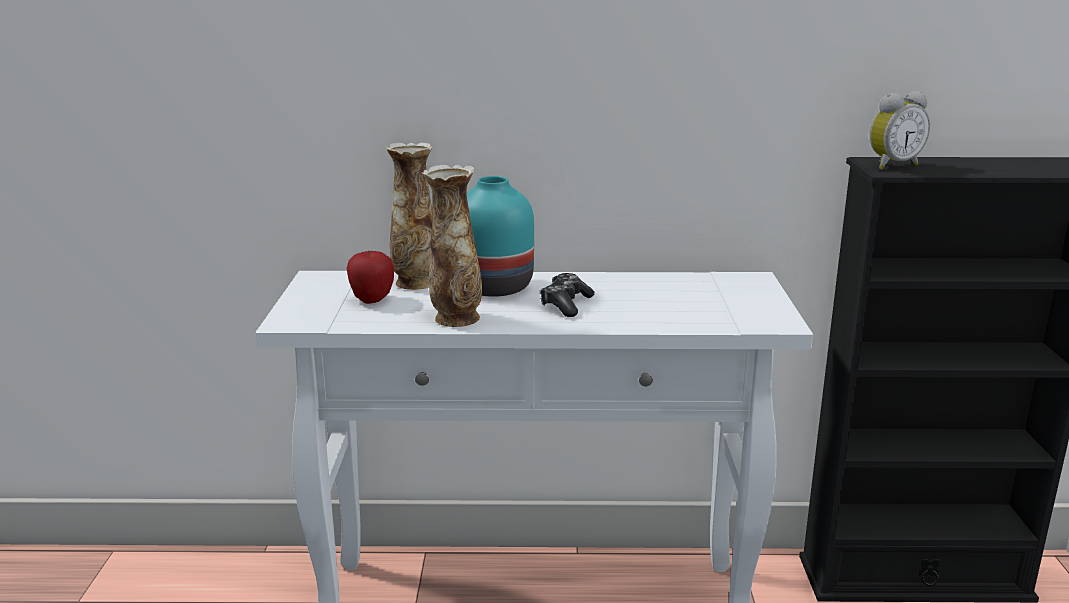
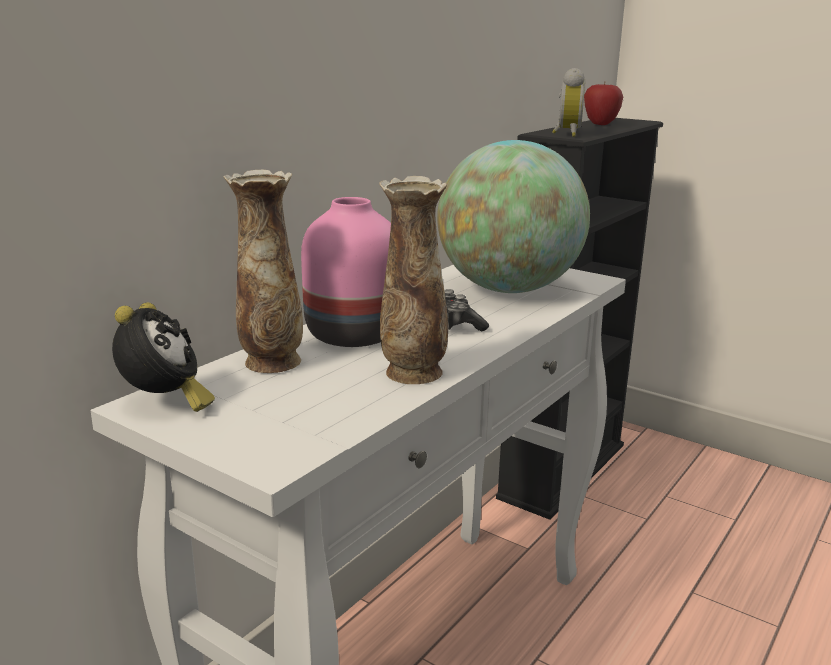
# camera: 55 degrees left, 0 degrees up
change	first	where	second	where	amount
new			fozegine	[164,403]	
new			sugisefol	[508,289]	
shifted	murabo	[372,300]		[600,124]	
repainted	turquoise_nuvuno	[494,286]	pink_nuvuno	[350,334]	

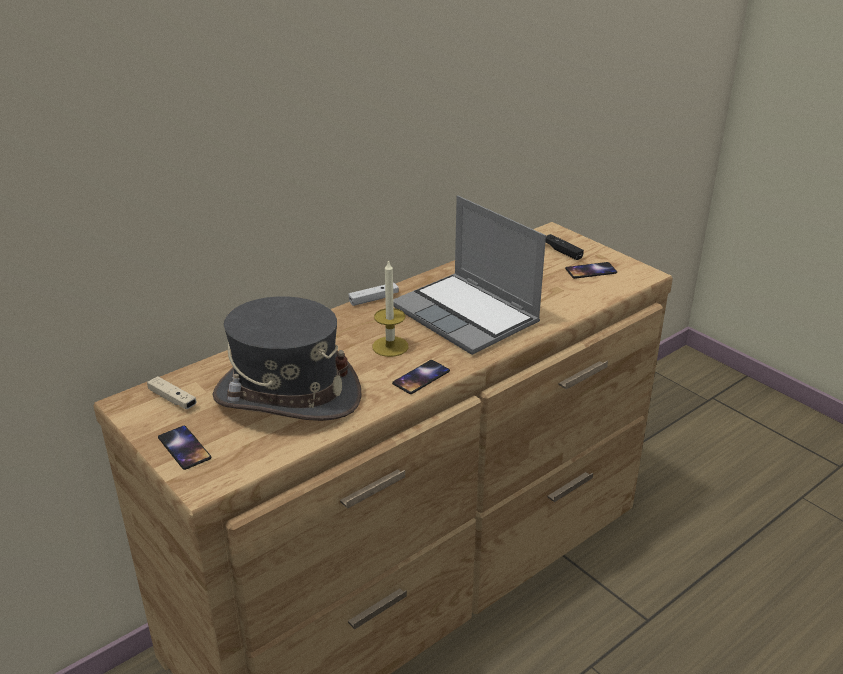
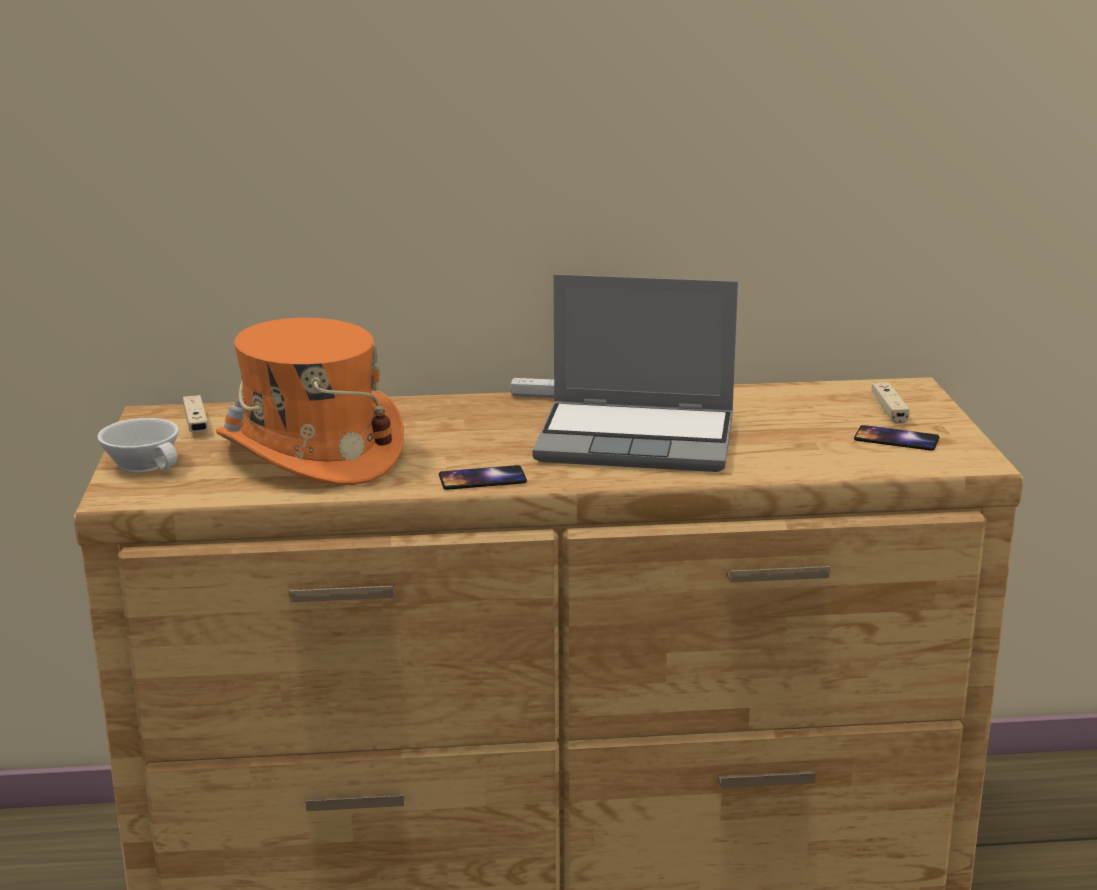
# camera: 35 degrees right, 10 degrees down
change	first	where	second	where	amount
gone	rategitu	[390,346]			
swapped	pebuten	[184,448]	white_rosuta	[146,463]	
repainted	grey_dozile	[287,395]	orange_dozile	[310,452]	
repainted	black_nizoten	[562,251]	beige_nizoten	[889,410]	
rotated	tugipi	[467,315]		[639,440]	75 degrees counterclockwise

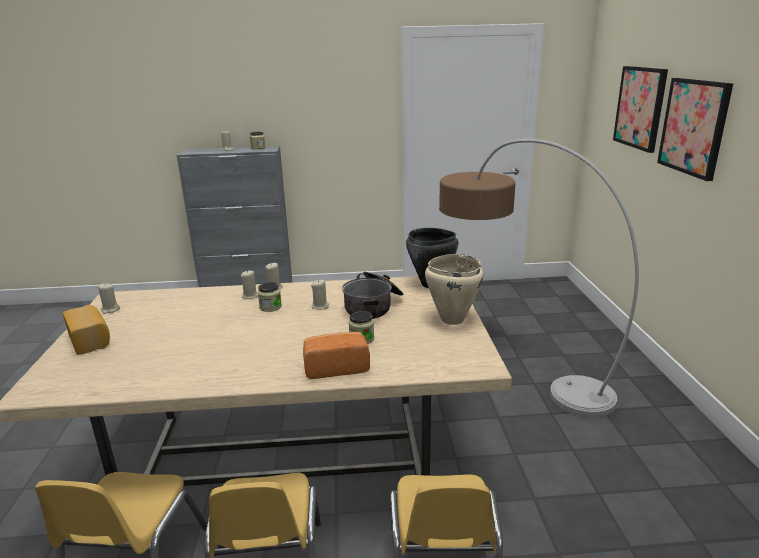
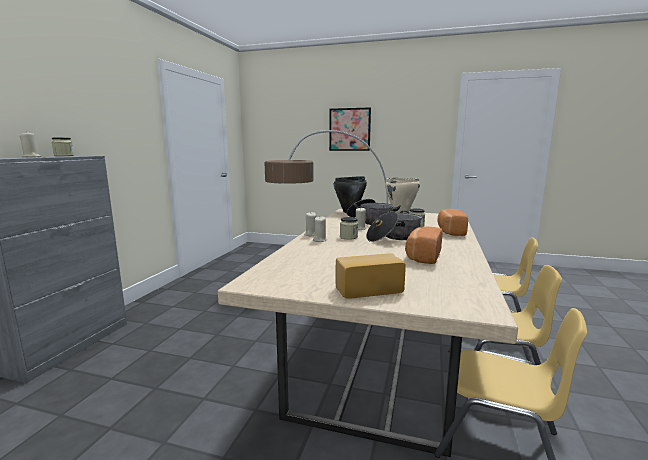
# camera: 70 degrees left, 10 degrees down
change	first	where	second	where	amount
gone	beige_rategitu	[110,310]			
gone	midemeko	[640,107]			
new			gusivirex	[393,237]	
new			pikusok	[422,256]	

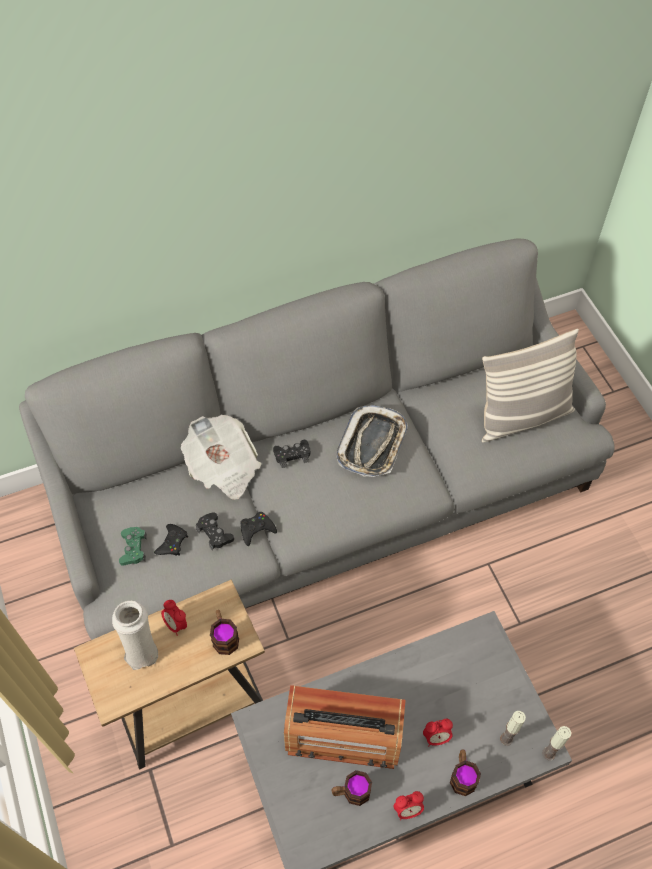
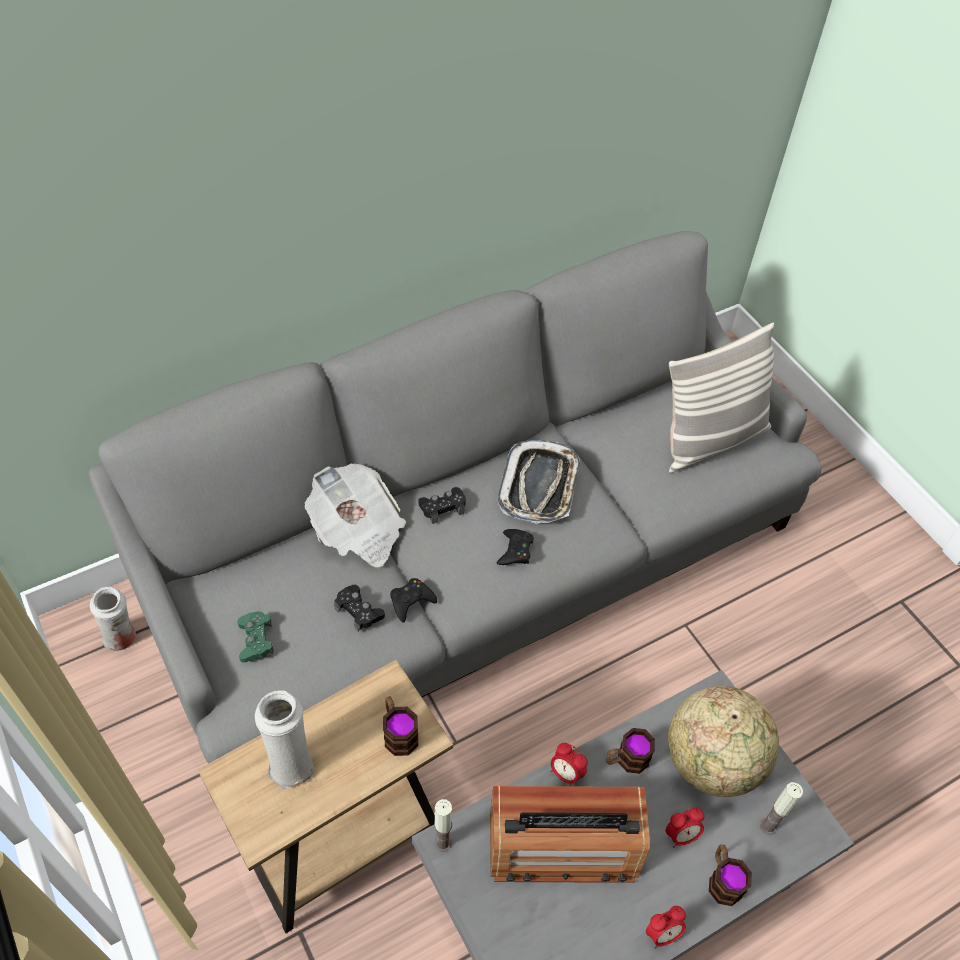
# camera: 10 degrees left, 5 degrees down
change	first	where	second	where	amount
new			white_nuvuno	[123,638]	
new			sugisefol	[712,762]	
shifted	black_nizoten	[172,543]		[515,550]	
shifted	fozegine	[176,624]		[566,773]	
shifted	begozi	[351,792]		[626,760]	
shifted	rategitu	[548,753]		[442,843]	

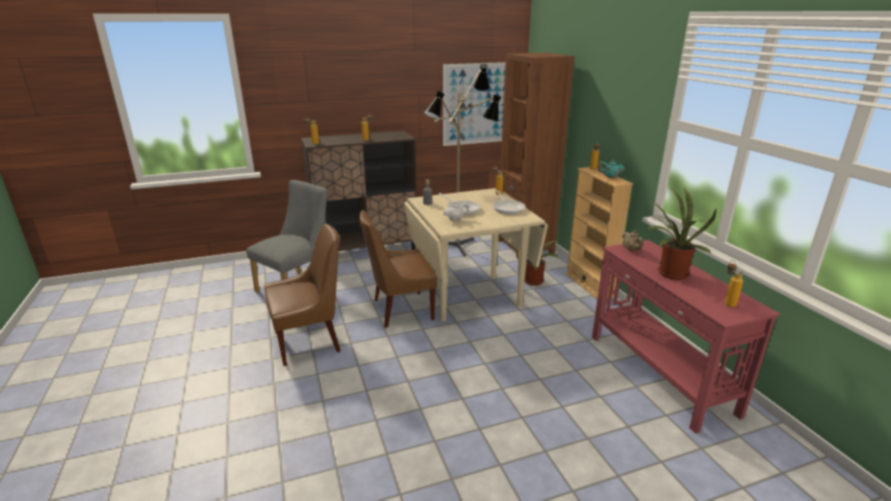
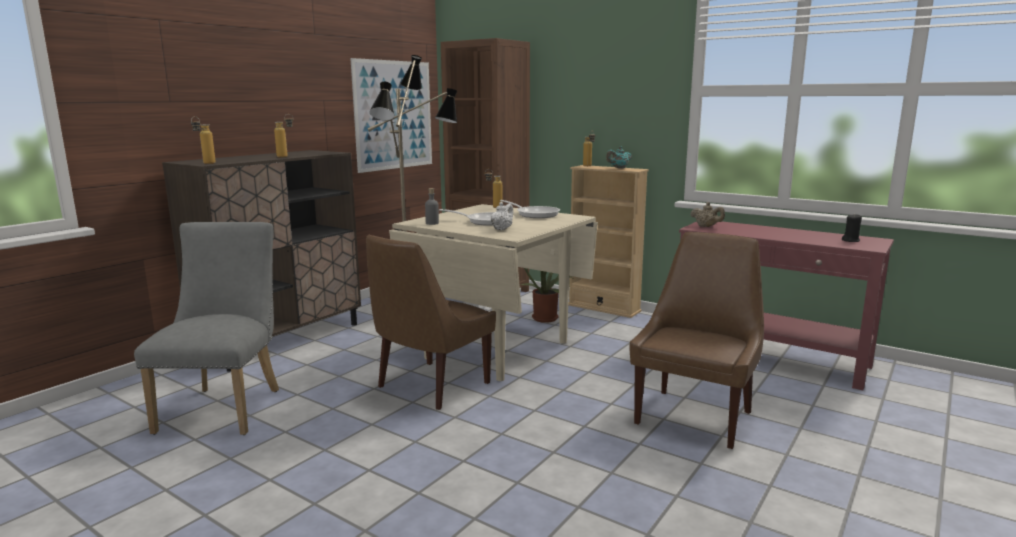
# camera: 35 degrees left, 10 degrees down
change	first	where	second	where	amount
gone	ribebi	[669,274]			
shifted	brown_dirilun	[310,341]		[695,416]	
swapped	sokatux	[727,302]	black_rategitu	[851,240]	

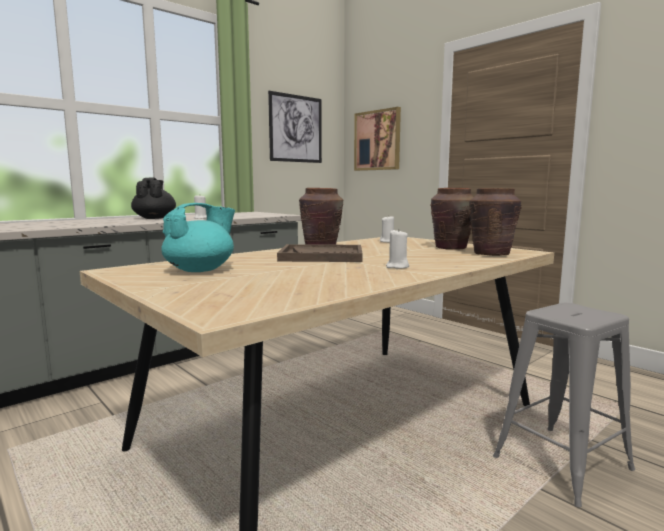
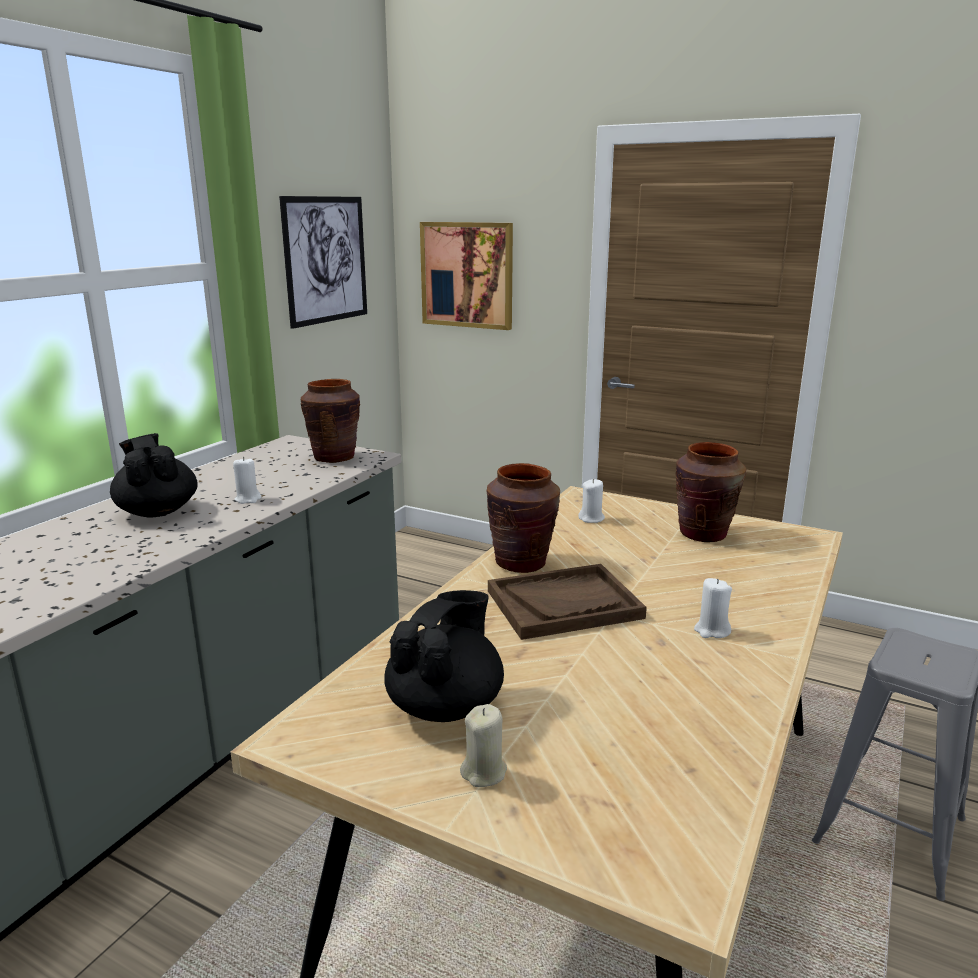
# camera: 20 degrees left, 10 degrees up
change	first	where	second	where	amount
new			beige_rategitu	[484,772]	
shifted	brown_nuvuno	[491,254]		[334,457]	
repainted	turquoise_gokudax	[201,270]	black_gokudax	[446,705]	

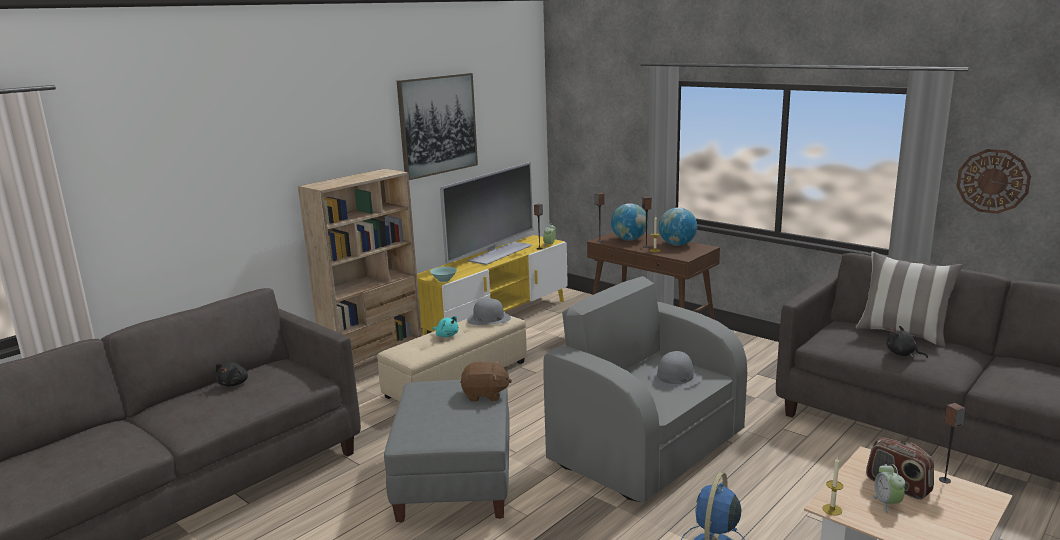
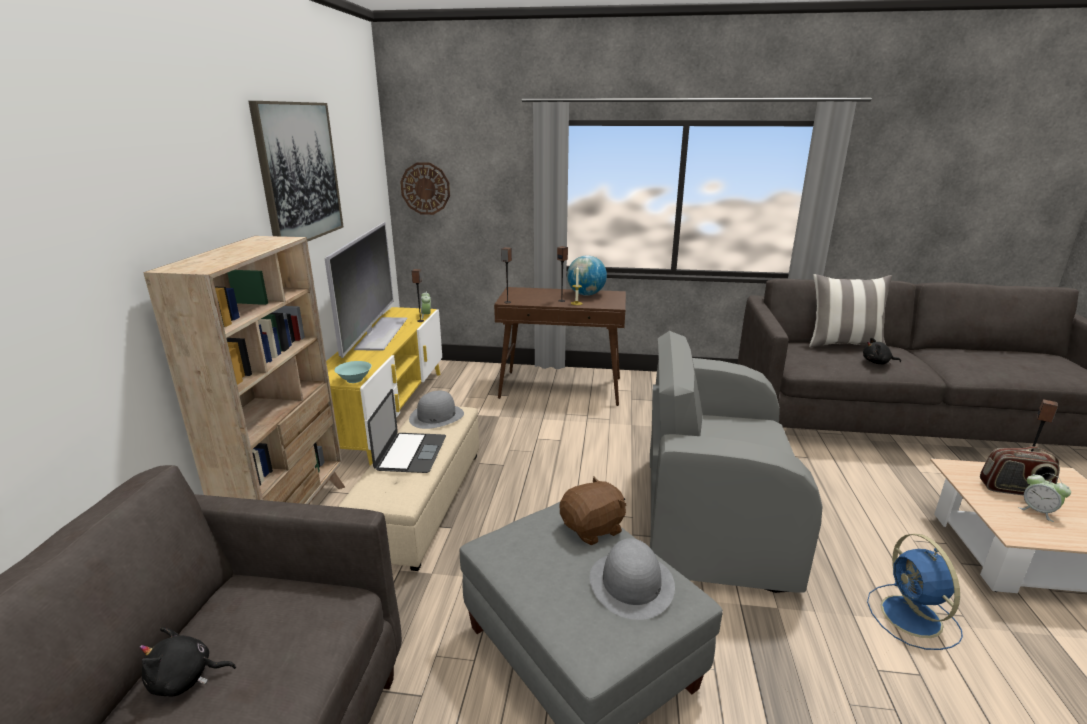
# camera: 35 degrees left, 5 degrees up
change	first	where	second	where	amount
gone	sugisefol	[629,239]			
gone	rategitu	[832,509]			
shifted	grey_dozile	[675,377]		[631,583]	
shifted	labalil	[993,181]		[425,188]	
swapped	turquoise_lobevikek	[446,335]	tugipi	[411,453]	
rotated	black_lobevikek	[234,383]		[185,679]	105 degrees clockwise

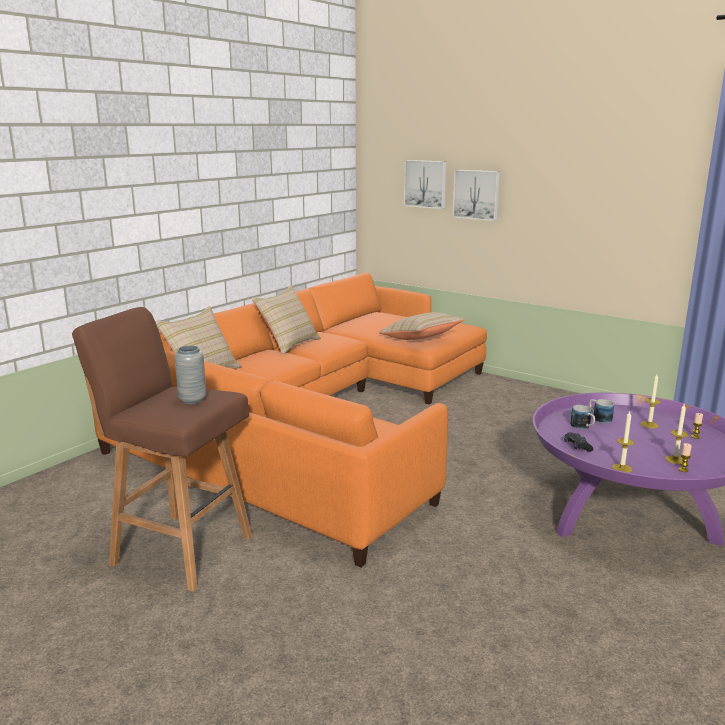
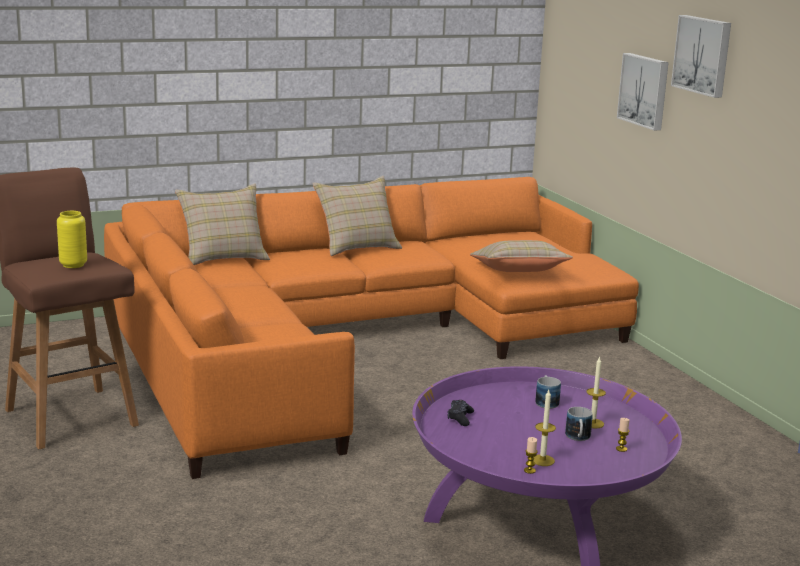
# camera: 30 degrees right, 0 degrees up
change	first	where	second	where	amount
gone	rategitu	[622,468]			
shifted	midemeko	[426,184]		[703,55]	
shifted	begozi	[583,427]		[578,438]	
repainted	grey_nuvuno	[192,400]	yellow_nuvuno	[73,265]	

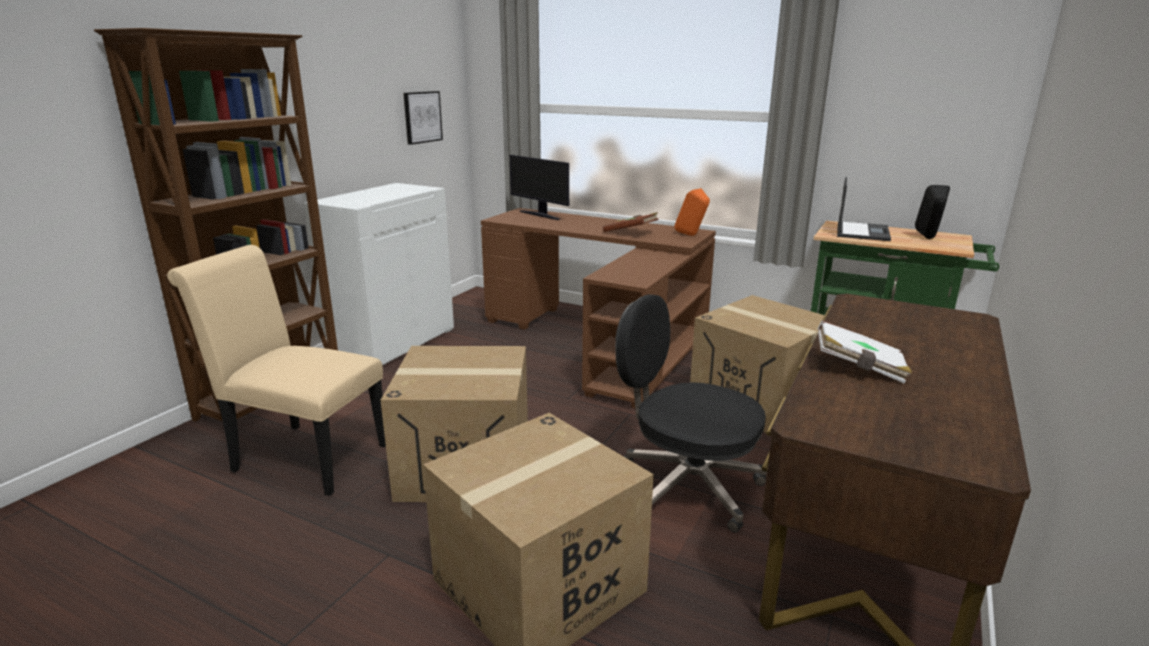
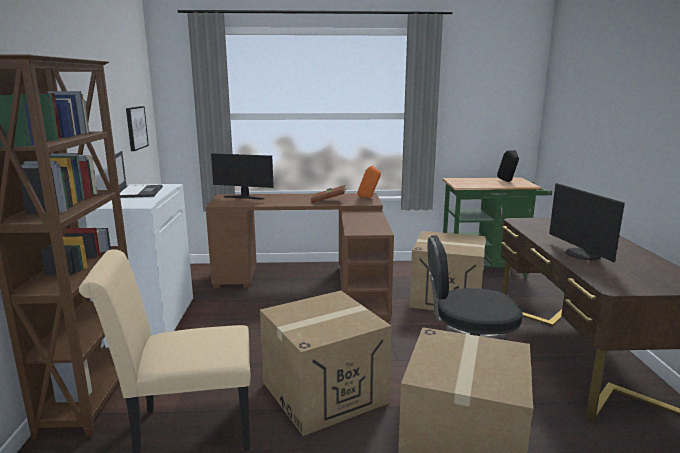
# camera: 30 degrees left, 5 degrees down
change	first	where	second	where	amount
shifted	tugipi	[862,232]		[138,192]	
swapped	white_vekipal	[859,368]	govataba	[581,254]	

